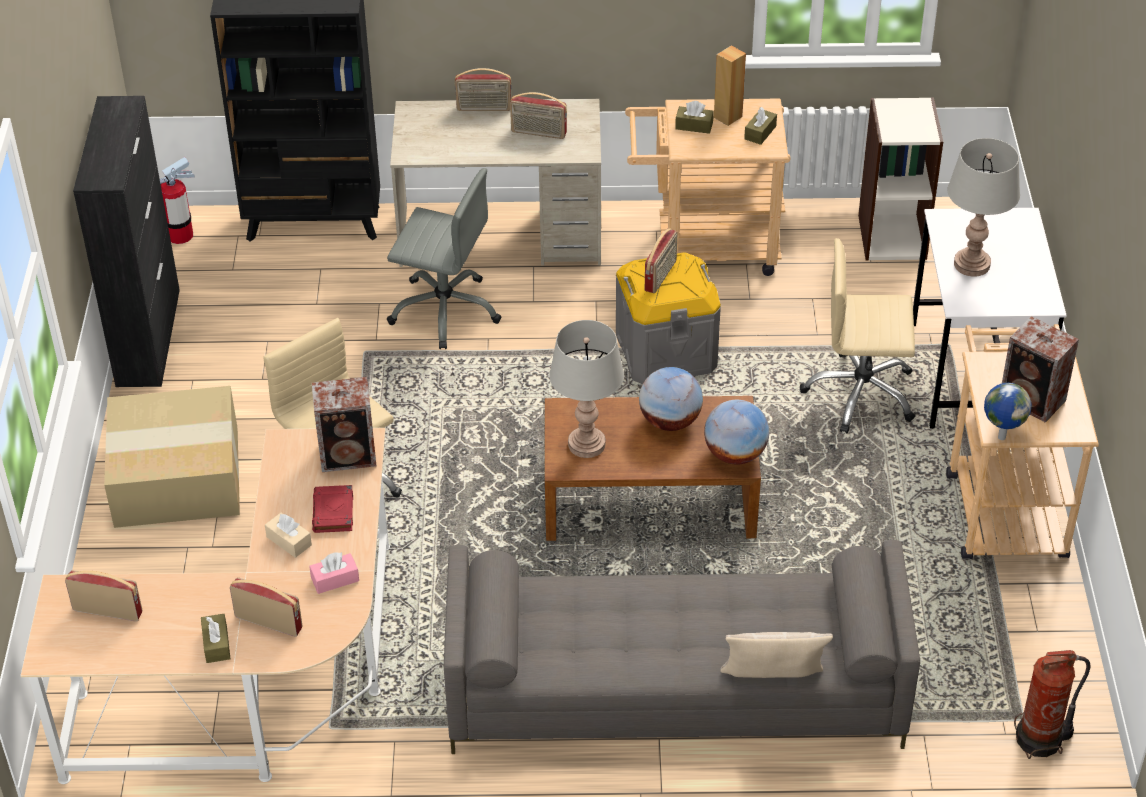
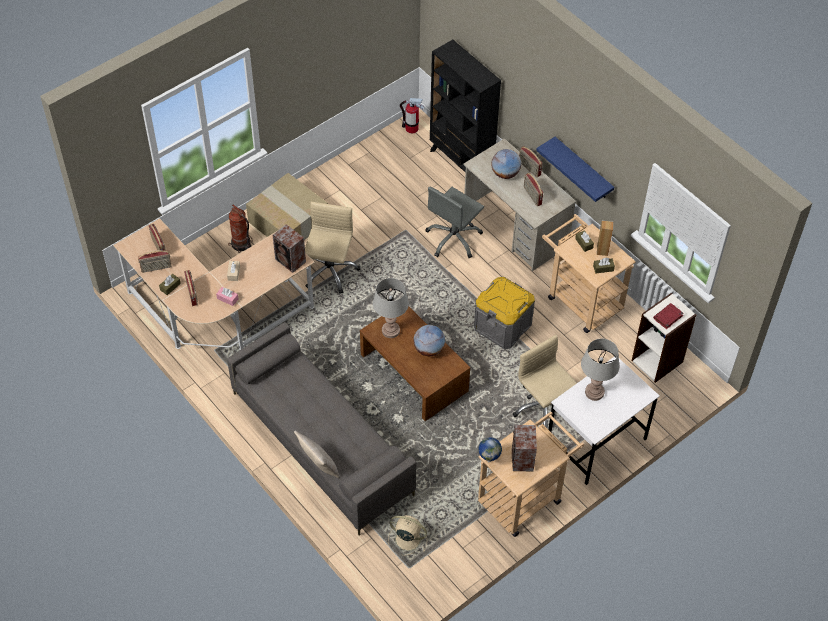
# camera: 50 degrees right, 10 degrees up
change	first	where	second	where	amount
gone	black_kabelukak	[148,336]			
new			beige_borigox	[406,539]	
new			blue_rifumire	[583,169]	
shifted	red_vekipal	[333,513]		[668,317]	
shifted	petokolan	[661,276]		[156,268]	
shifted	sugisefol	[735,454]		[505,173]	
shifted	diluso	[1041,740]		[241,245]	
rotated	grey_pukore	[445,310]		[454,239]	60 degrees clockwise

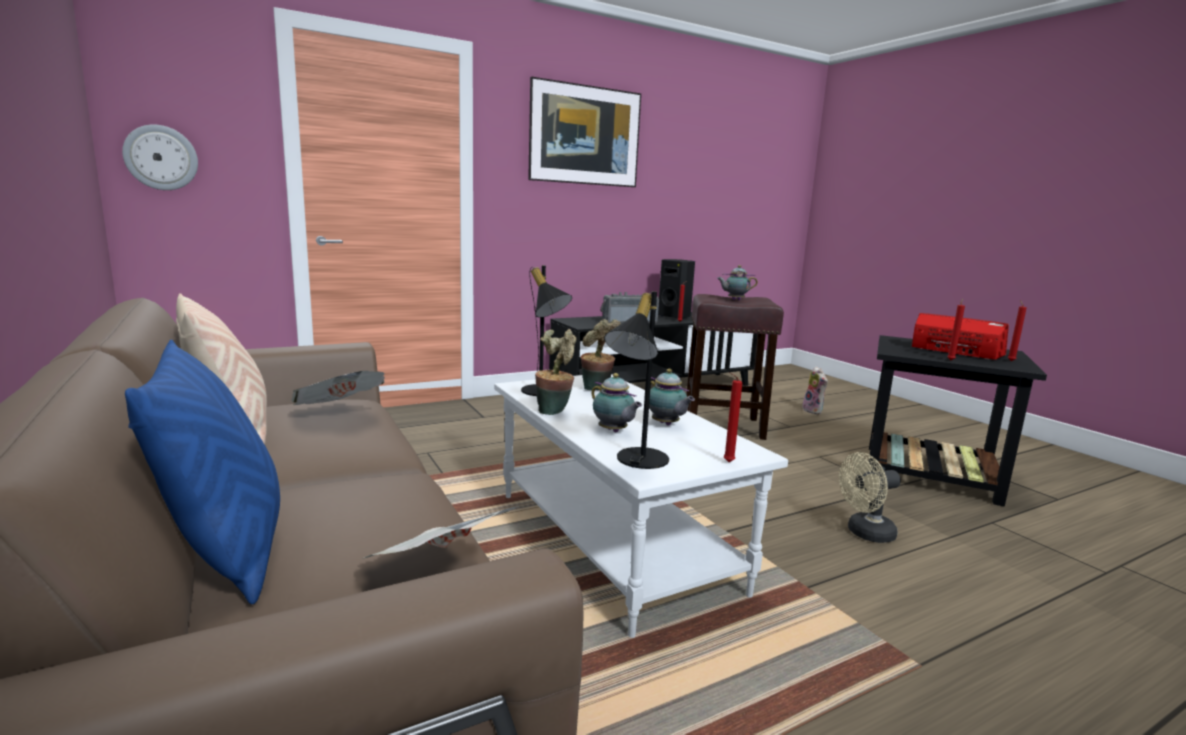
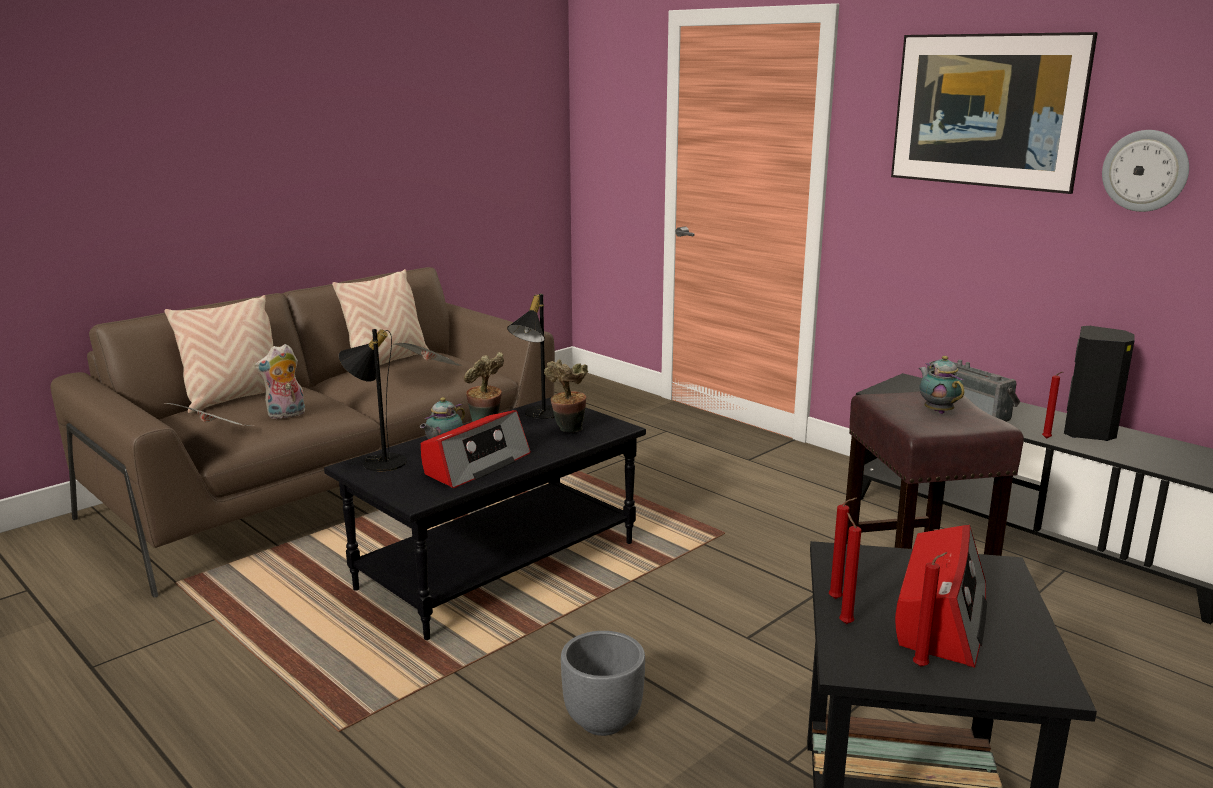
# camera: 75 degrees right, 5 degrees up
change	first	where	second	where	amount
shifted	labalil	[161,158]		[1145,171]	
shifted	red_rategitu	[727,462]		[844,622]	
shifted	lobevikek	[814,411]		[286,415]	
swapped	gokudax	[666,424]	petokolan	[475,464]	
swapped	beige_borigox	[865,533]	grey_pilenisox	[603,722]	
repainted	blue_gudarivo	[227,551]	beige_gudarivo	[235,398]	
repainted	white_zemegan	[610,541]	black_zemegan	[498,565]	

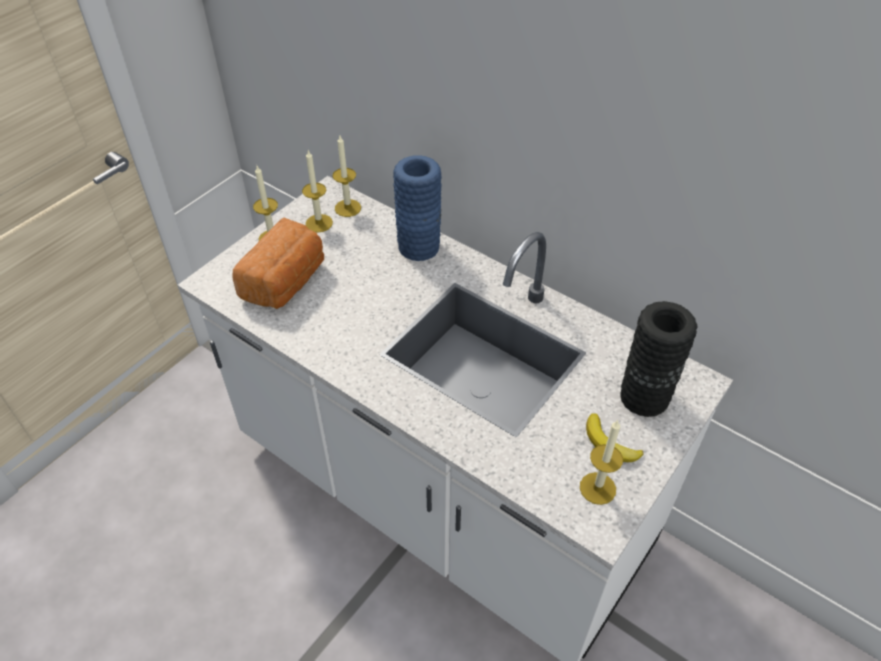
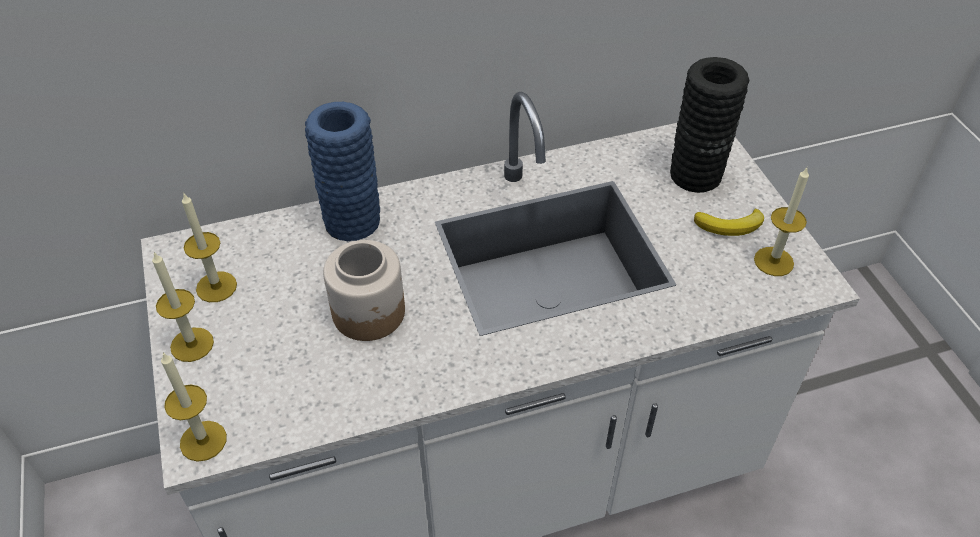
# camera: 55 degrees left, 0 degrees up
change	first	where	second	where	amount
gone	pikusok	[286,282]			
new			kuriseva	[369,313]	
shifted	rategitu	[348,208]		[203,441]	

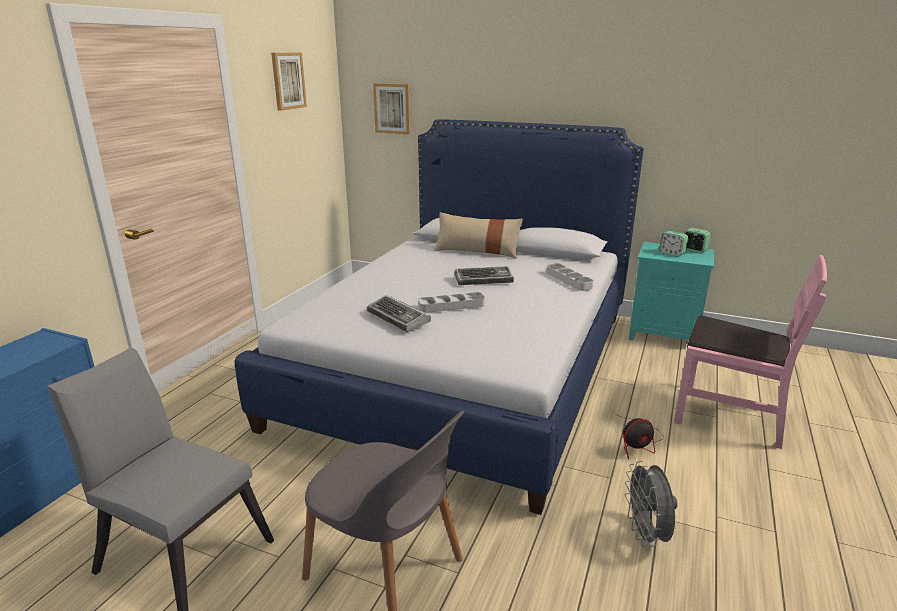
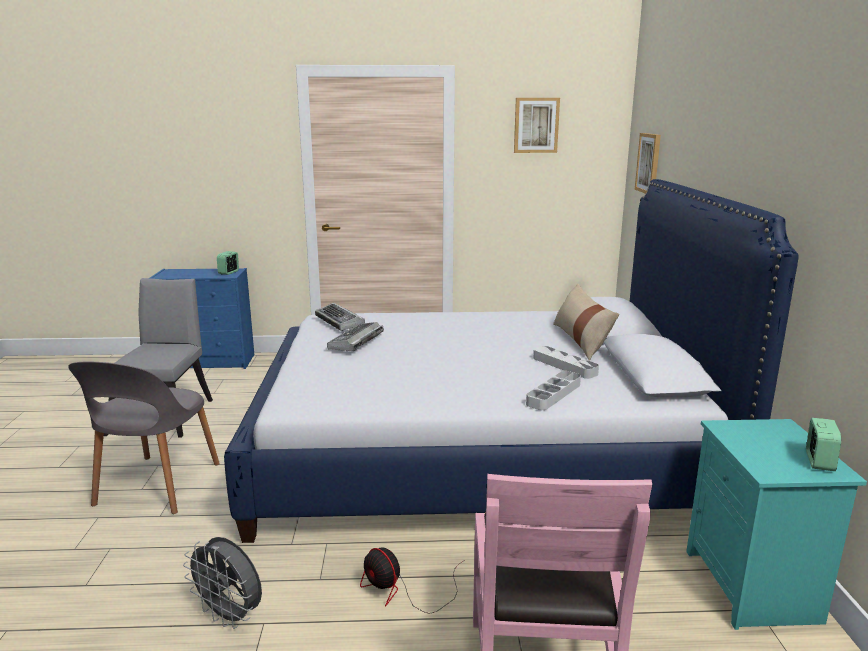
# camera: 65 degrees right, 5 degrees down
change	first	where	second	where	amount
shifted	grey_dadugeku	[451,306]		[564,366]	
shifted	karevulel	[484,280]		[340,321]	
shifted	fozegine	[672,253]		[229,272]	
rotated	grey_borigox	[646,535]		[230,616]	120 degrees counterclockwise

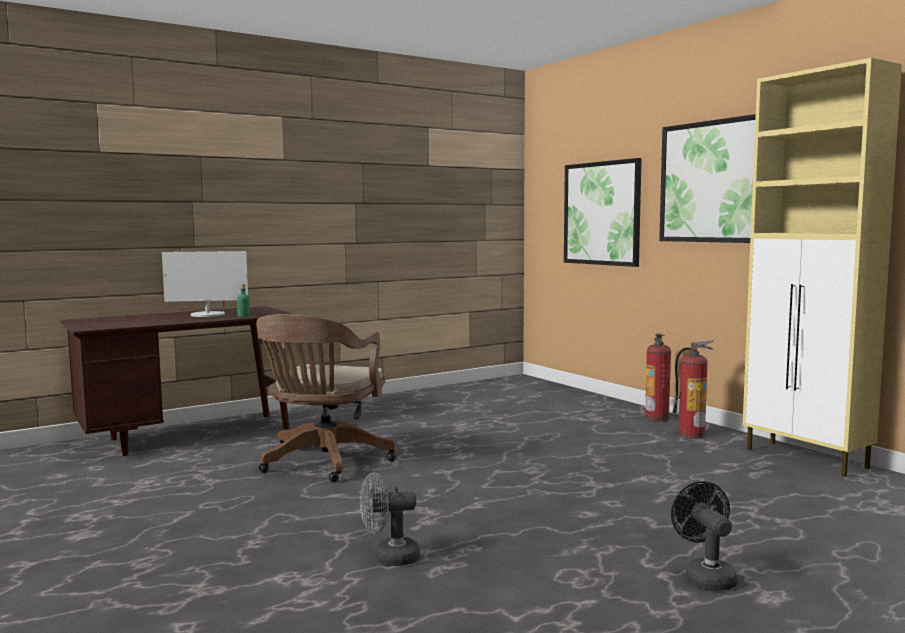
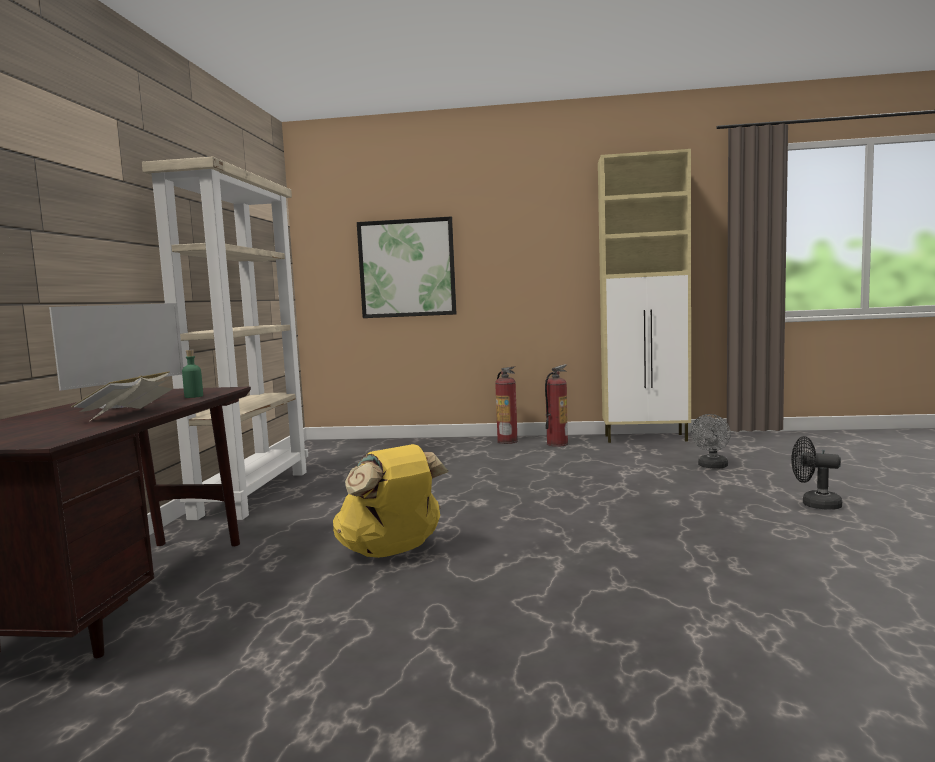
# camera: 50 degrees left, 0 degrees up
change	first	where	second	where	amount
gone	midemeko	[711,182]			
new			vekipal	[129,415]	
new			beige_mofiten	[252,493]	
shifted	grey_borigox	[389,558]		[712,466]	
swapped	brown_pukore	[323,463]	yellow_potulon	[392,552]	

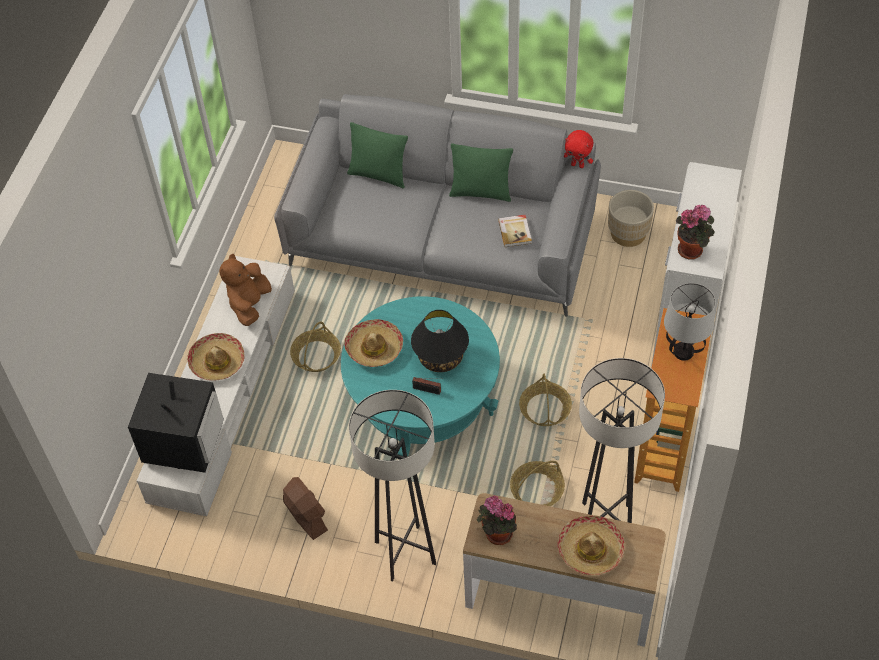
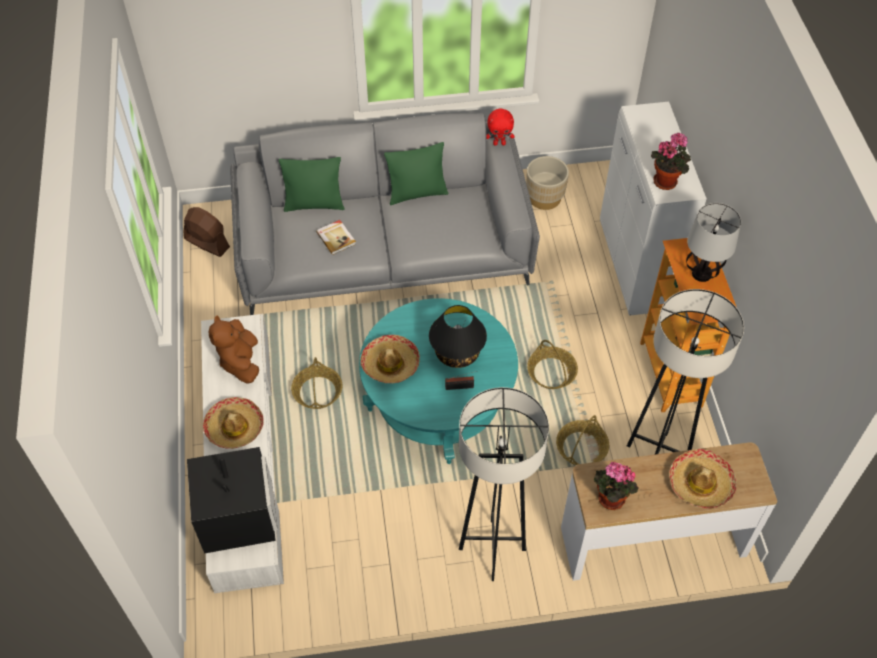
# camera: 25 degrees left, 0 degrees up
change	first	where	second	where	amount
shifted	brown_borigox	[305,516]		[207,243]	
shifted	vekipal	[515,231]		[336,238]	

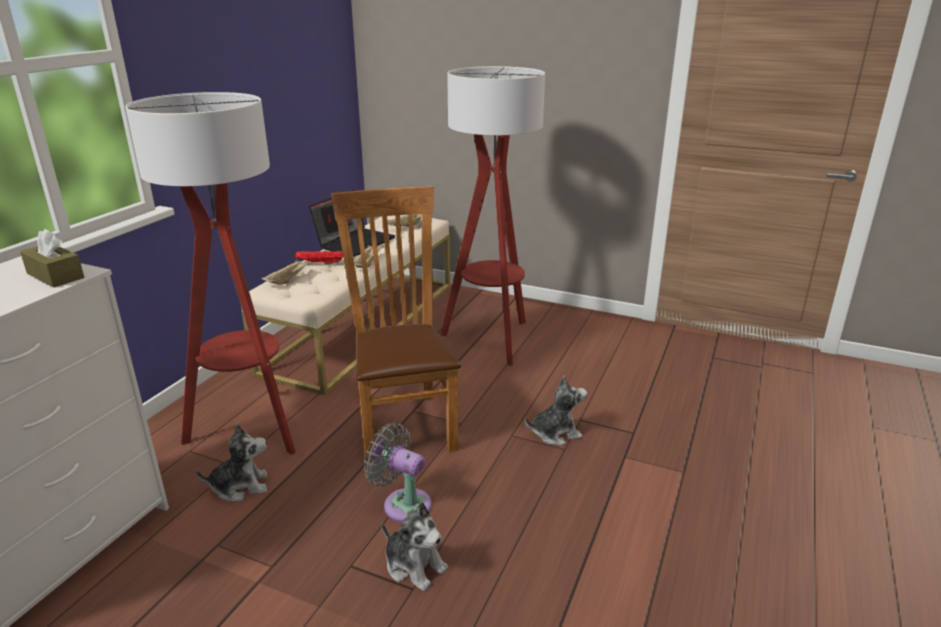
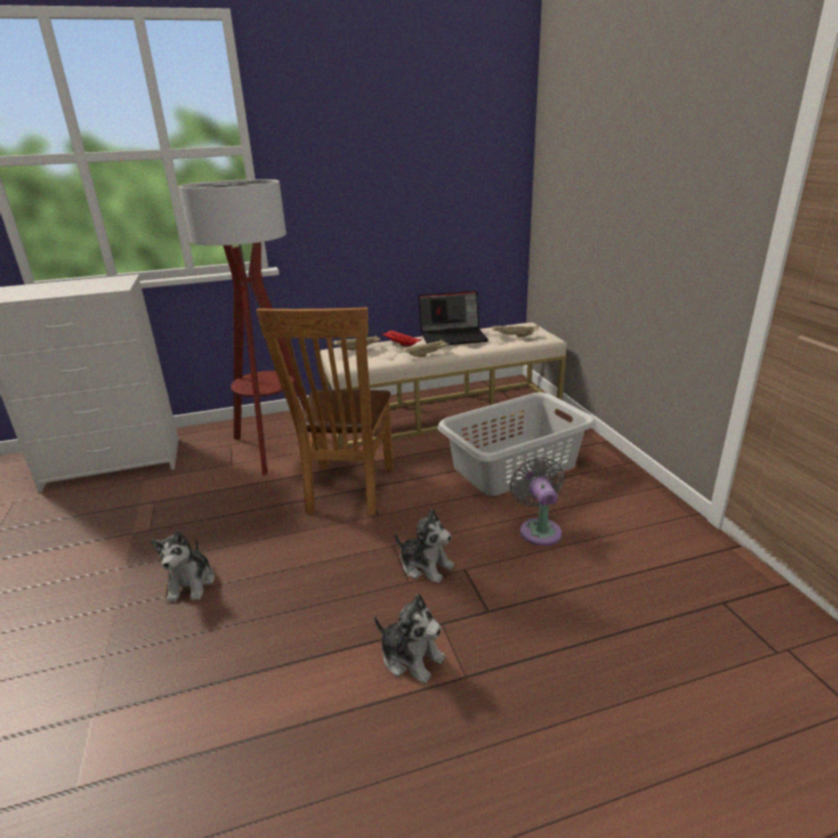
# camera: 50 degrees right, 0 degrees up
change	first	where	second	where	amount
gone	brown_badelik	[55,276]			
shifted	lobevikek	[240,486]		[411,657]	
shifted	grey_borigox	[403,503]		[539,529]	
swapped	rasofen	[491,340]	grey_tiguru	[515,466]	
rotated	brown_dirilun	[403,422]		[347,492]	150 degrees clockwise

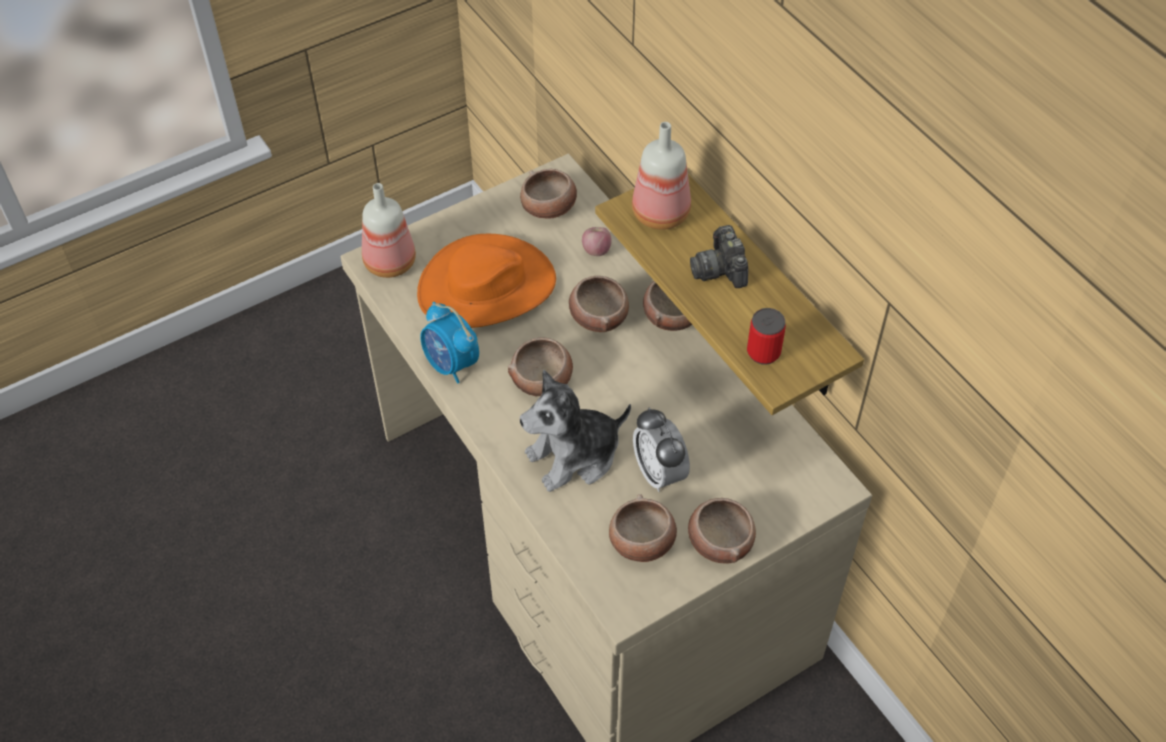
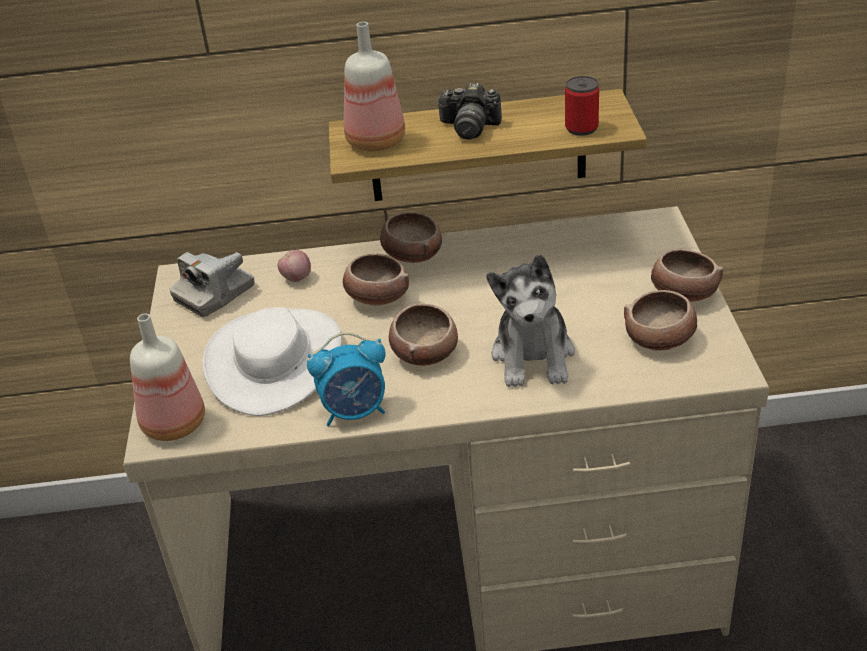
# camera: 60 degrees left, 15 degrees down
change	first	where	second	where	amount
gone	fozegine	[659,473]			
swapped	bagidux	[549,208]	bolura	[215,294]	
repainted	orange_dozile	[487,287]	white_dozile	[275,360]	

